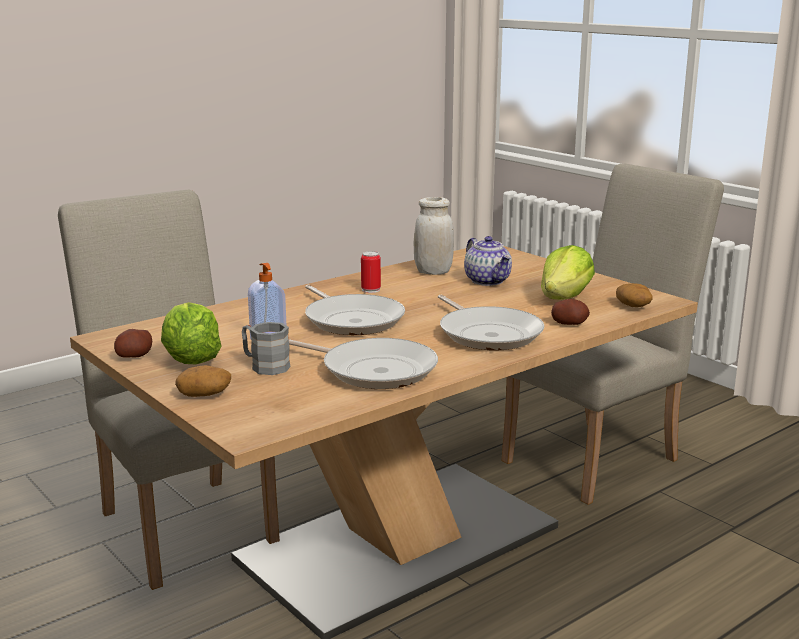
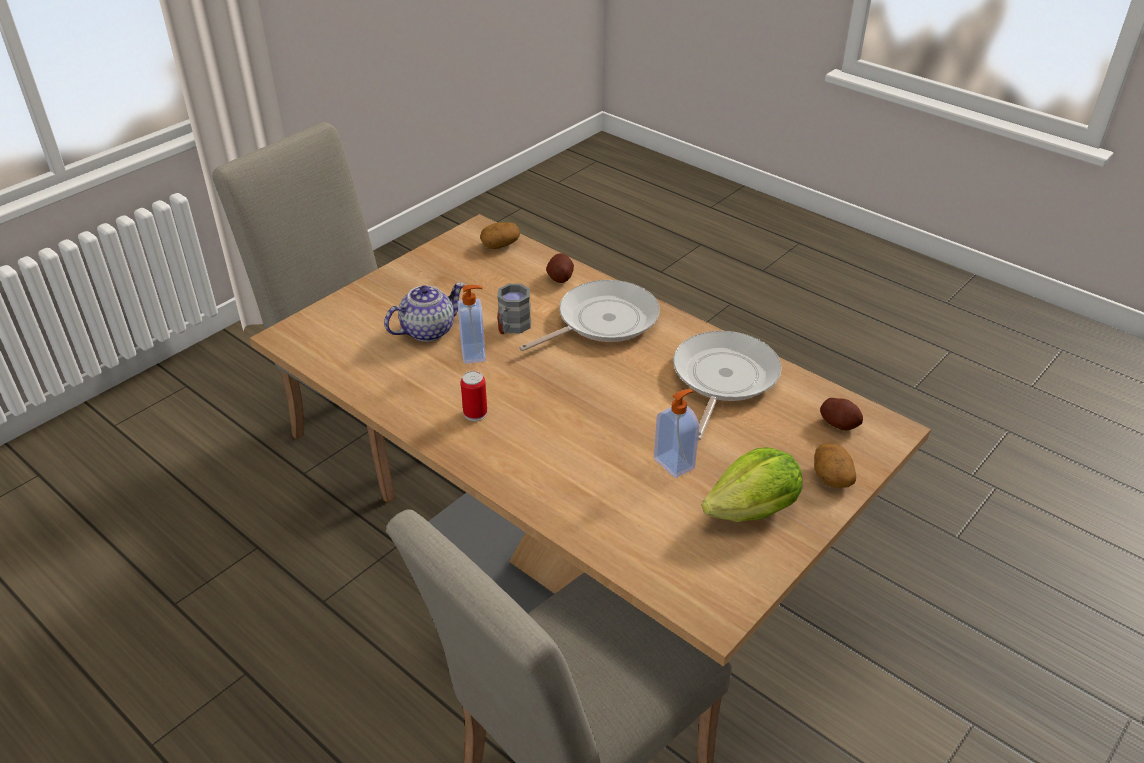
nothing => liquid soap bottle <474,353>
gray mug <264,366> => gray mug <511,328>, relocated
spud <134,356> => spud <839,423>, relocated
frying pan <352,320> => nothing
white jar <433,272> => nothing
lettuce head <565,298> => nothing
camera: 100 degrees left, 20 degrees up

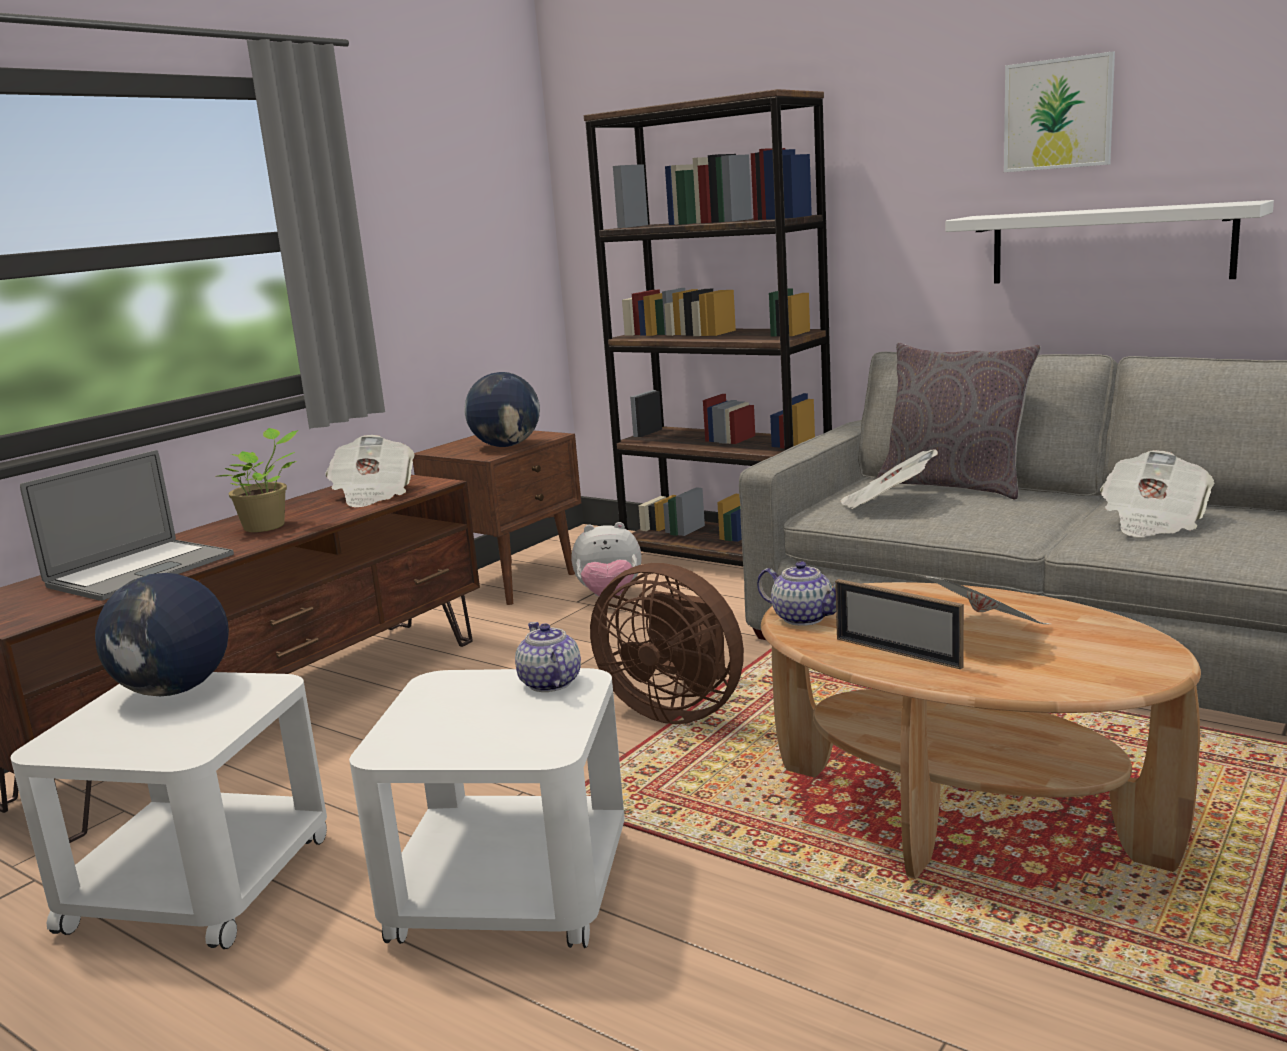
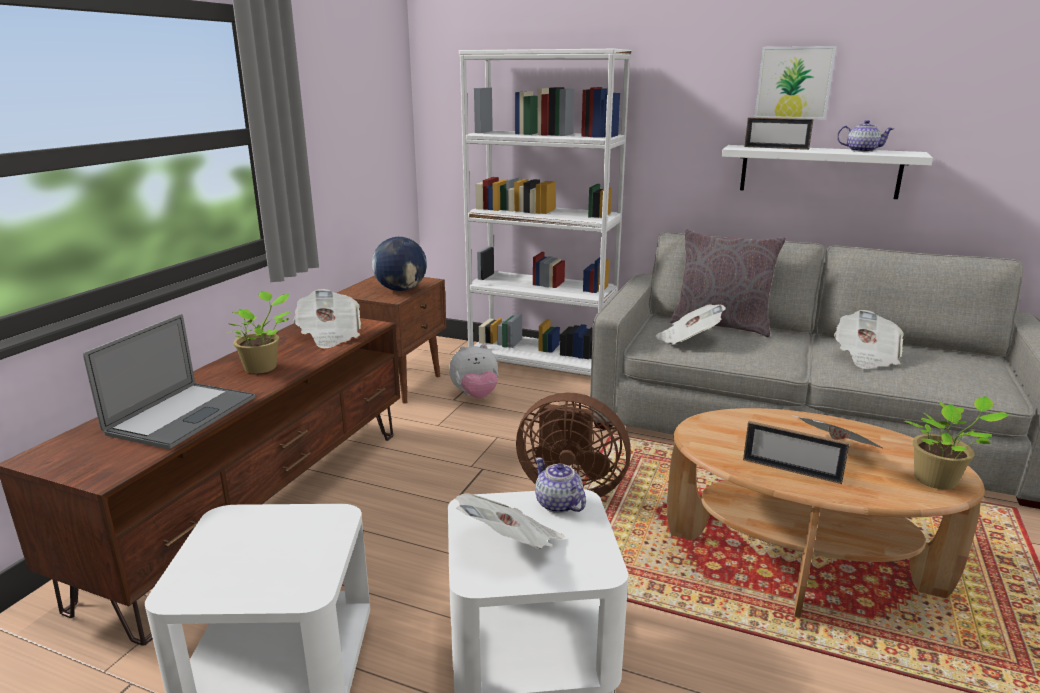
nothing => newspaper <511,545>
brown-coloured bookshelf <727,560> => white bookshelf <541,364>
nothing => standing frame <776,148>
teapot <802,617> => teapot <861,151>, relocated
nothing => plant in a pot <939,481>
desk globe <175,690> => nothing
camera: 15 degrees left, 5 degrees up

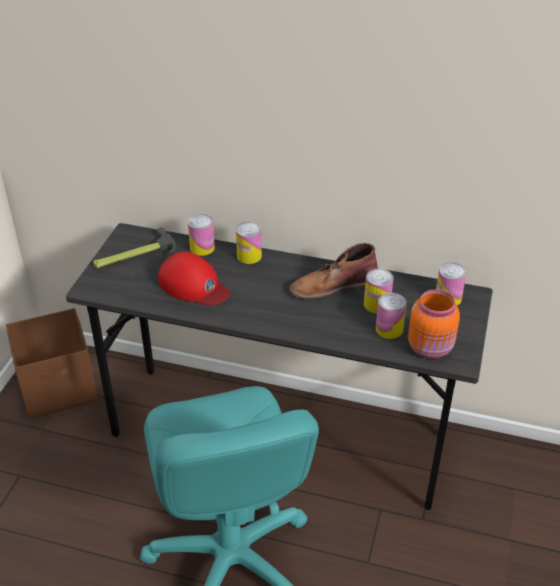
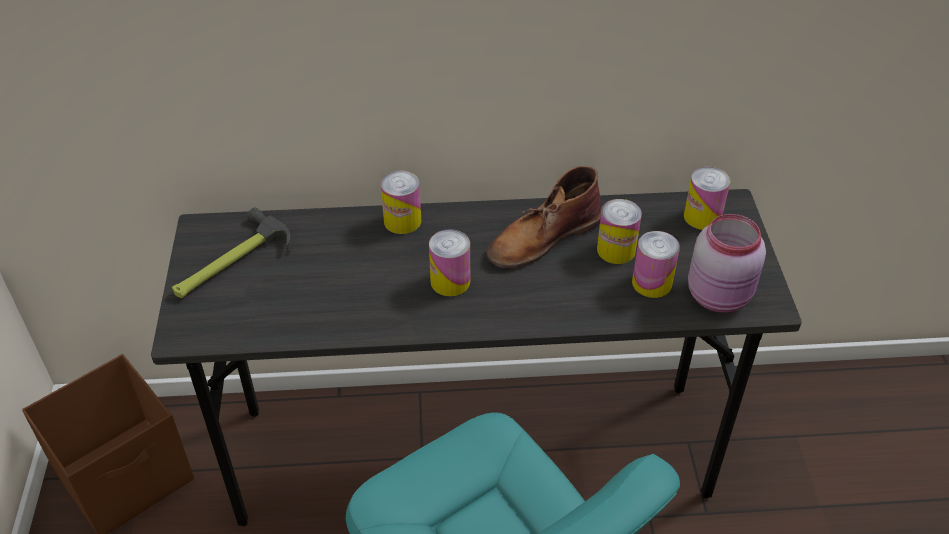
can <202,248> => can <450,281>, relocated
orange-coloured jar <431,348> => pinkish jar <720,296>
reddish peaked cap <193,285> => nothing
camera: 20 degrees left, 5 degrees up

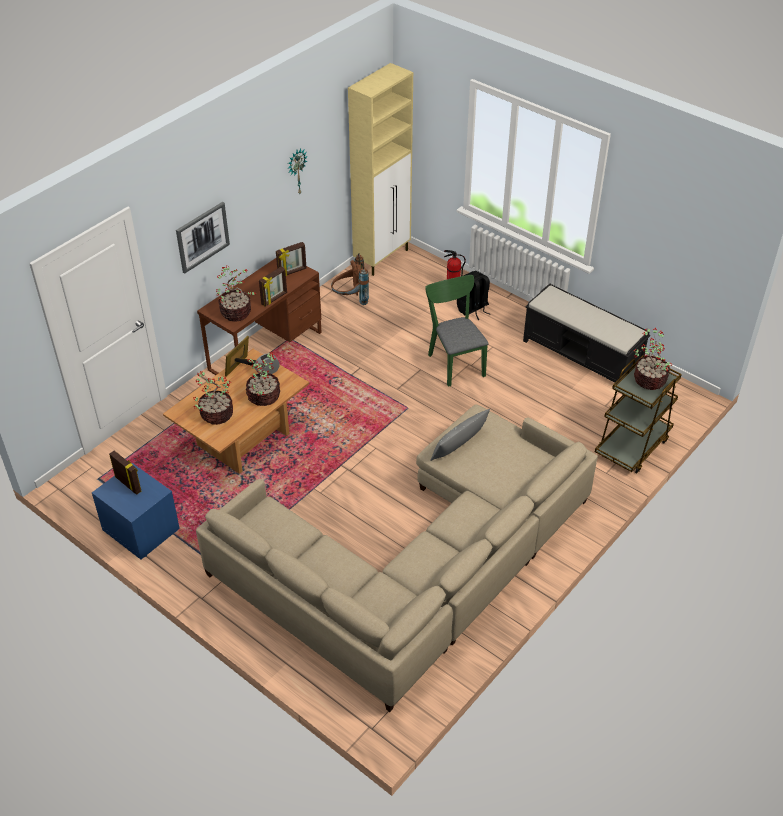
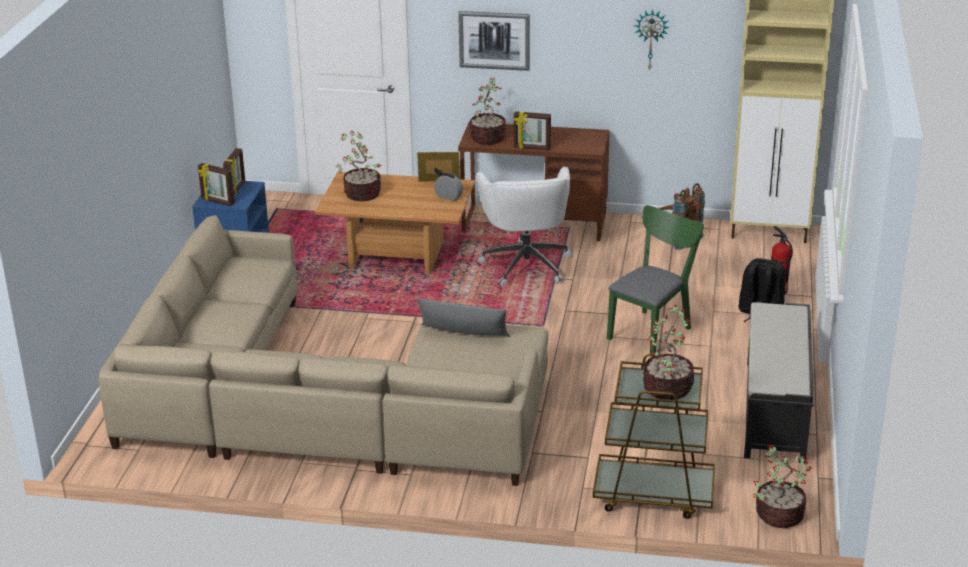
standing frame <292,272> => standing frame <217,202>, relocated
nothing => white desk chair <526,264>
plant in a pot <263,397> => plant in a pot <778,515>, relocated
camera: 60 degrees right, 15 degrees down

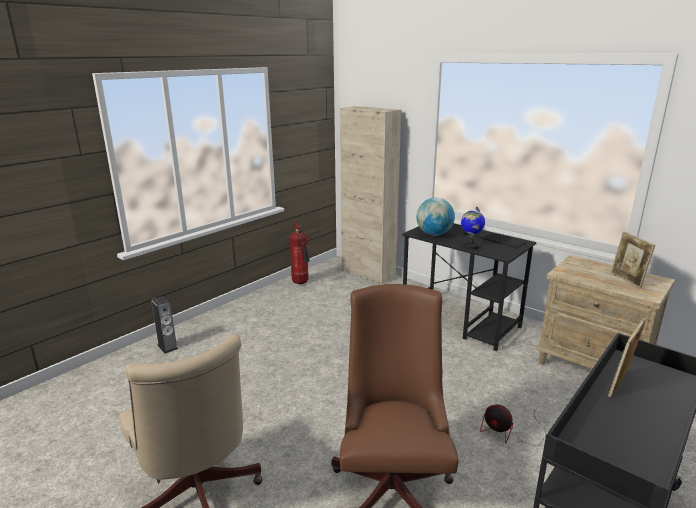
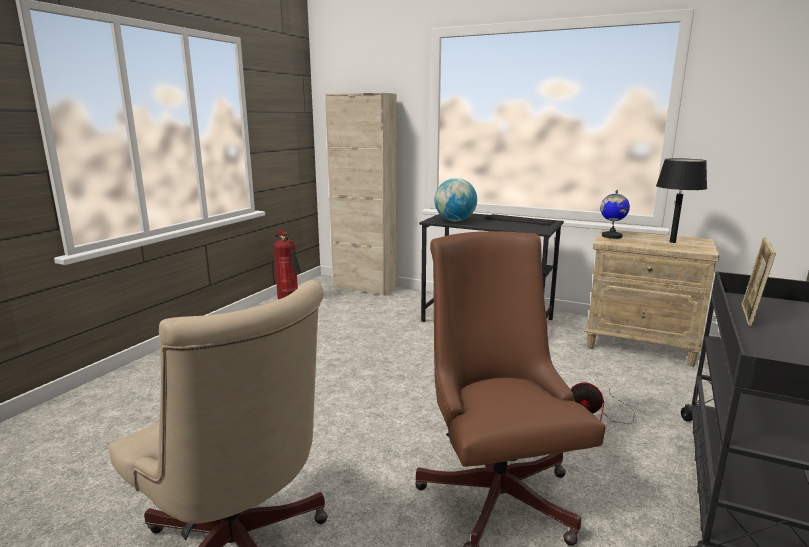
desk globe <470,246> => desk globe <611,236>, relocated
standing frame <627,280> => black-coloured tabletop lamp <672,242>
audio speaker <167,347> => nothing
camera: 15 degrees left, 5 degrees down

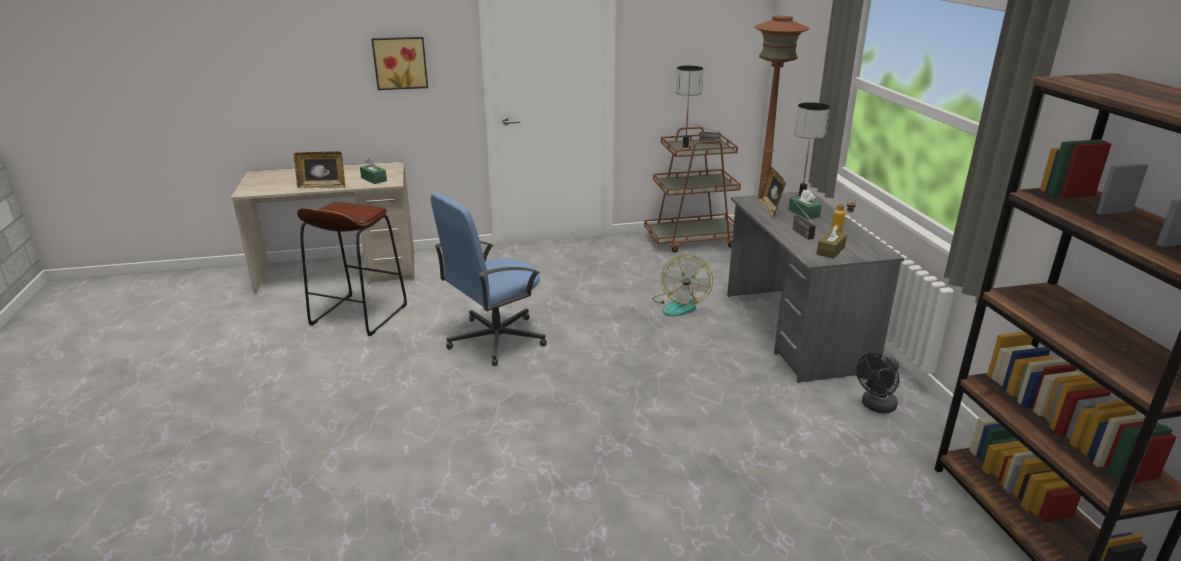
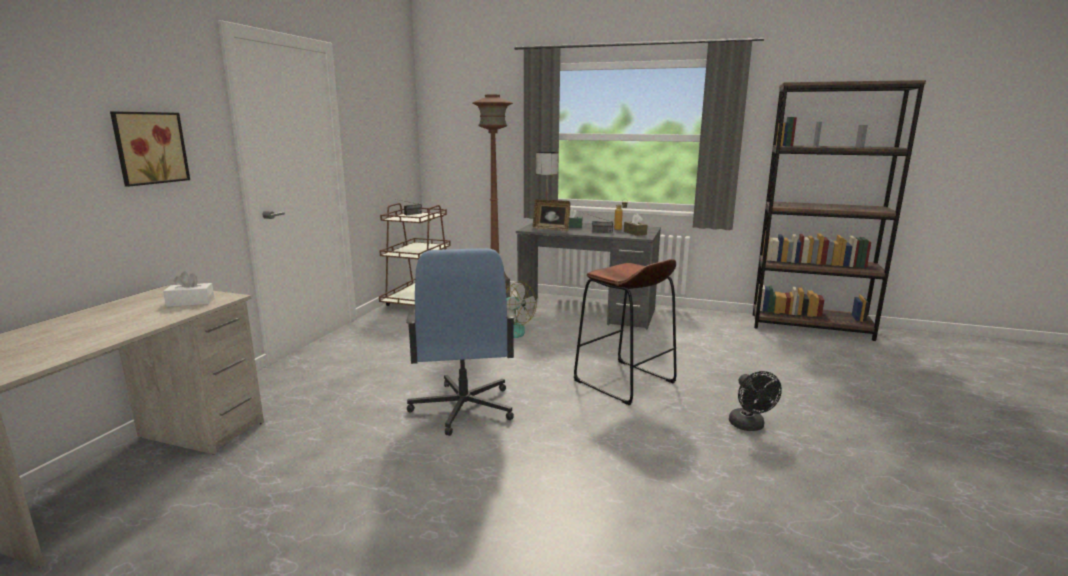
green tissue box <374,179> => white tissue box <190,302>
brown-coloured stool seat <359,315> => brown-coloured stool seat <624,382>, relocated
black-coloured fan <875,407> => black-coloured fan <749,426>, relocated
standing frame <322,186> => nothing
tabletop lamp <685,148> => nothing
camera: 60 degrees left, 10 degrees down

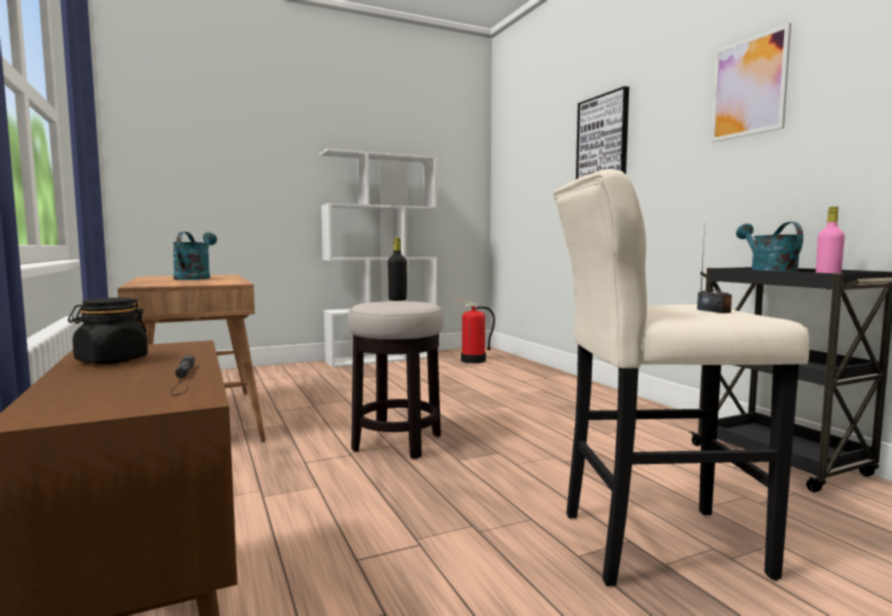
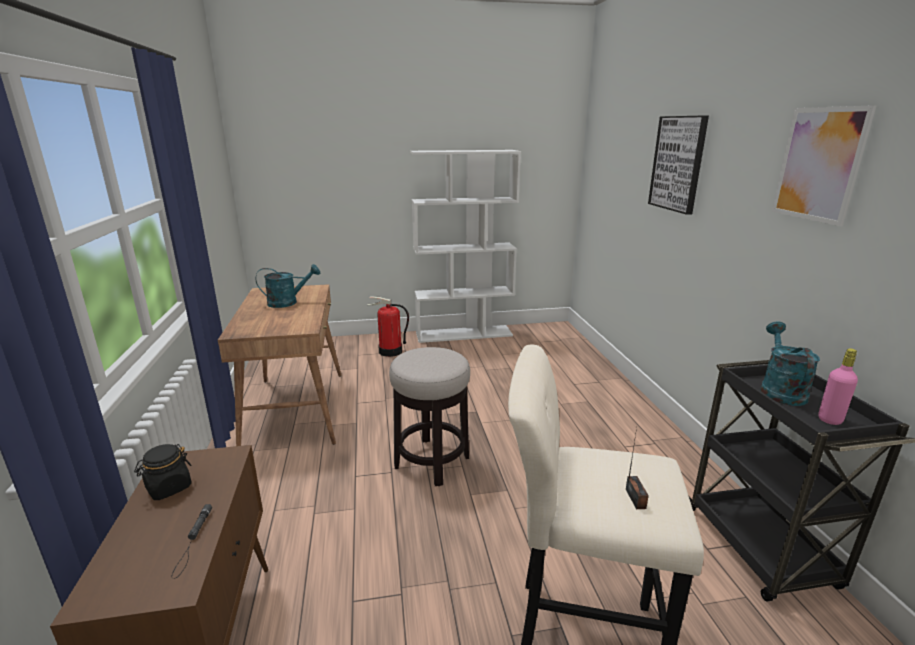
turquoise-coloured watering can <195,278> => turquoise-coloured watering can <288,302>, 60 degrees clockwise
fire extinguisher <473,360> => fire extinguisher <390,351>, relocated
black-coloured bottle <397,300> => nothing
camera: 15 degrees right, 15 degrees up

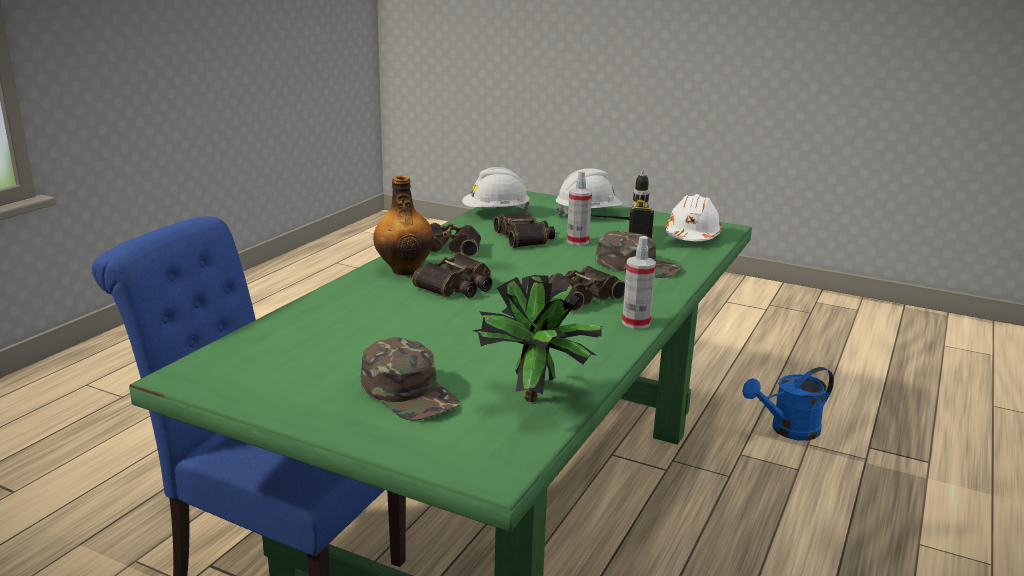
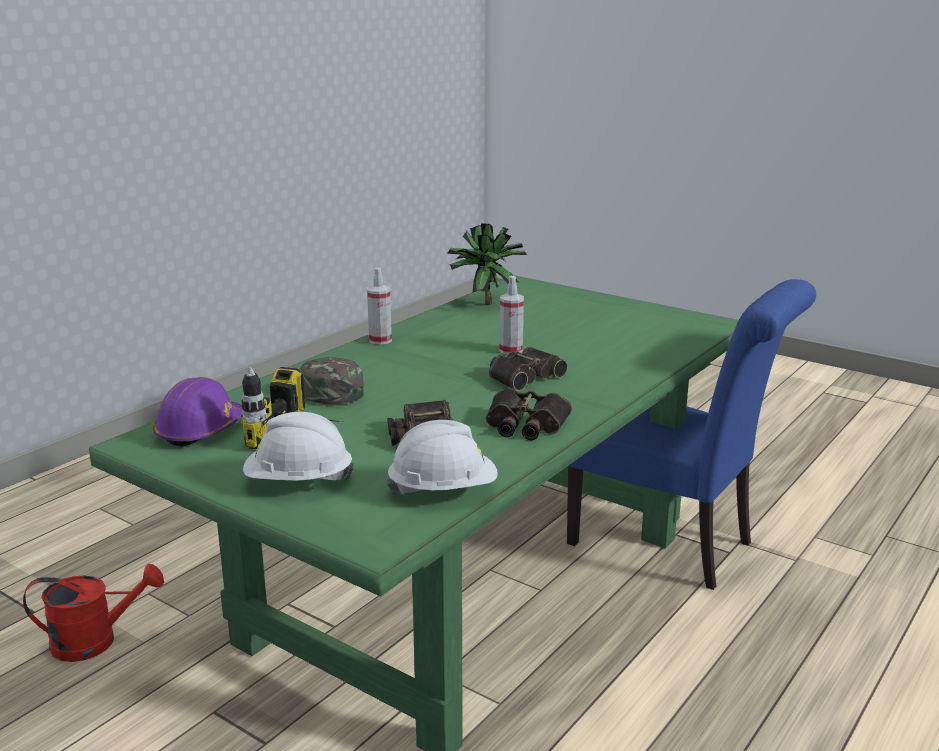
bluish watering can <788,430> => reddish watering can <96,641>
white work helmet <692,236> => purple-coloured work helmet <200,431>
hand sprayer <577,241> => hand sprayer <511,350>, relocated
green peaked cap <409,392> => nothing
bottle <405,270> => nothing
field glasses <580,296> => nothing
camera: 170 degrees left, 0 degrees up

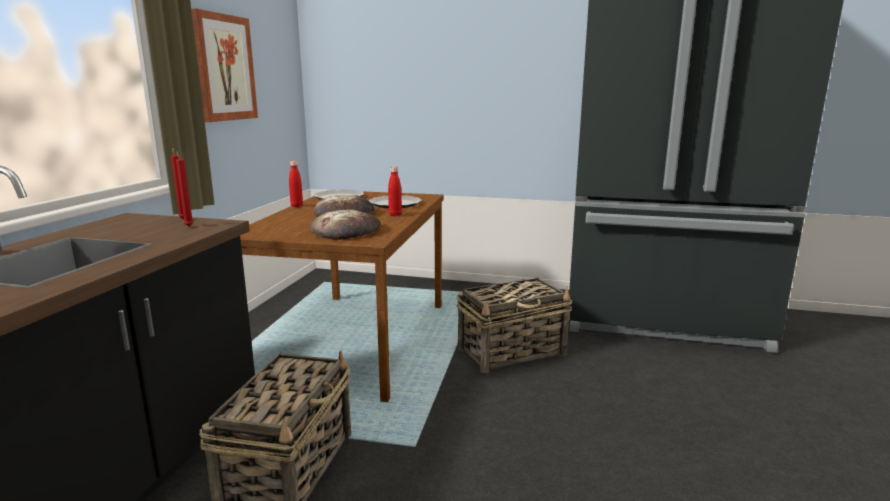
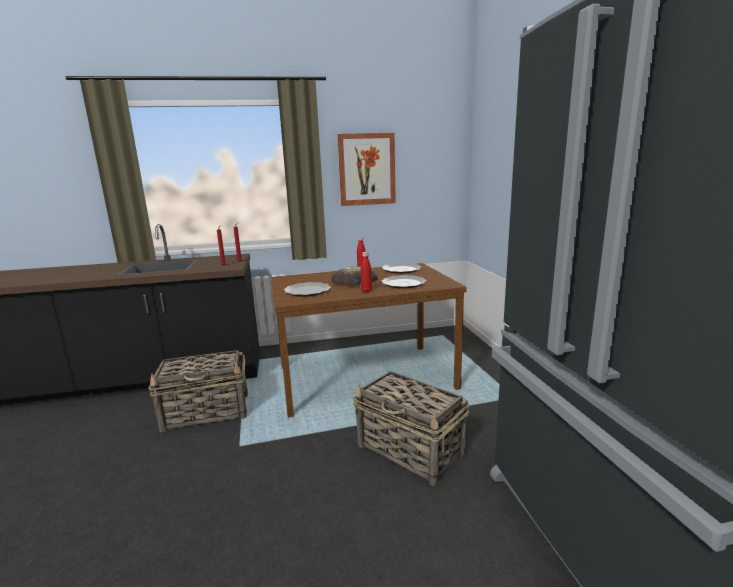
baked bread <346,231> => plate <307,291>
camera: 65 degrees right, 0 degrees up

